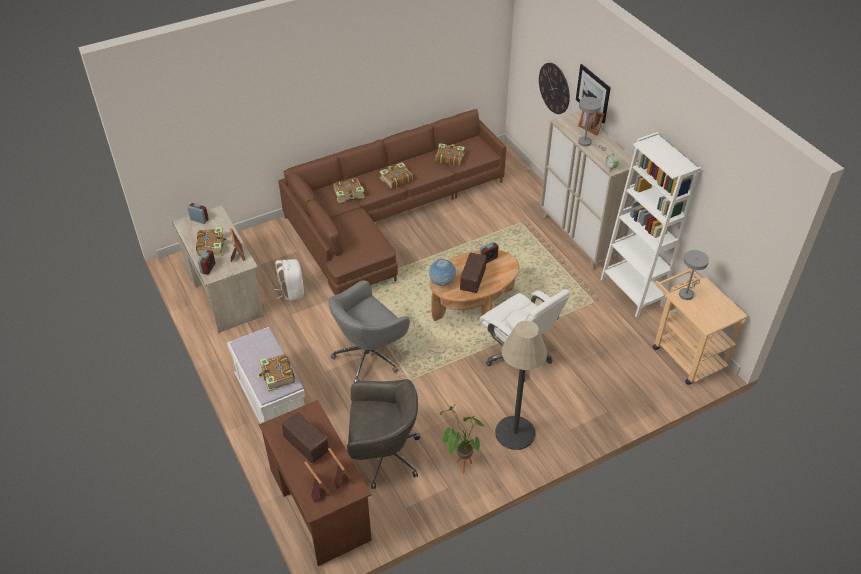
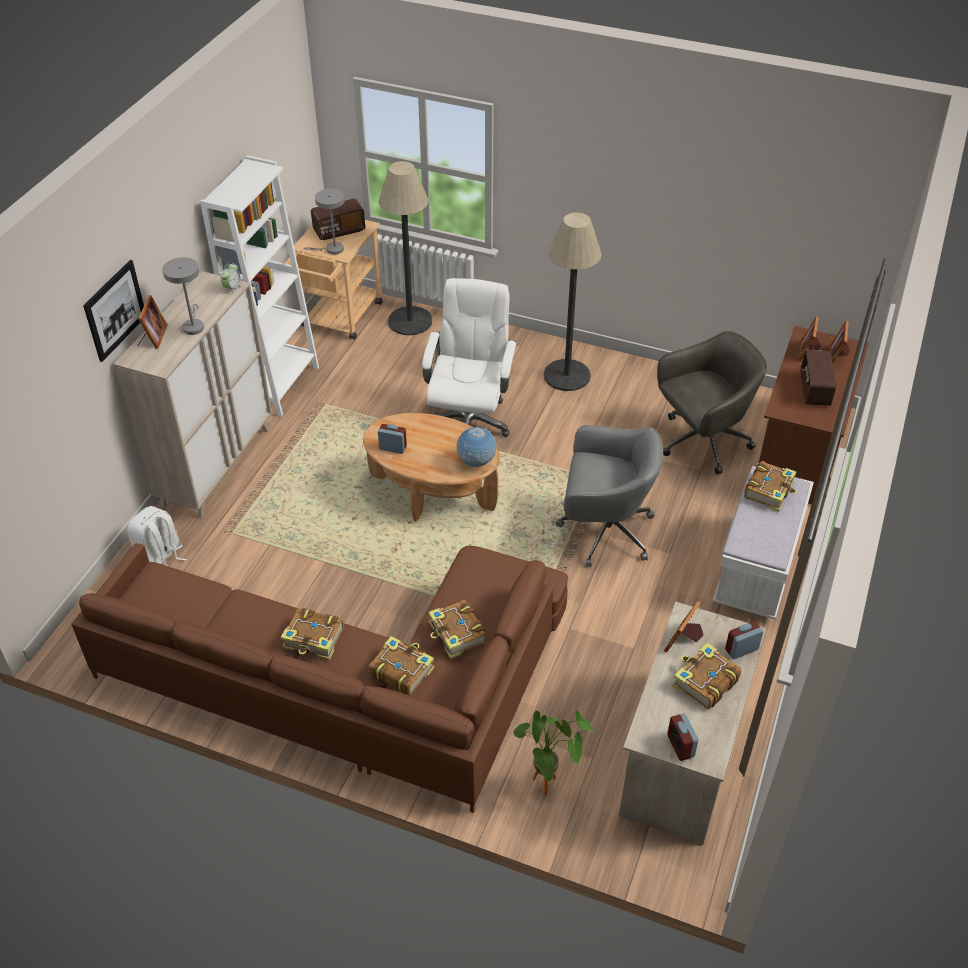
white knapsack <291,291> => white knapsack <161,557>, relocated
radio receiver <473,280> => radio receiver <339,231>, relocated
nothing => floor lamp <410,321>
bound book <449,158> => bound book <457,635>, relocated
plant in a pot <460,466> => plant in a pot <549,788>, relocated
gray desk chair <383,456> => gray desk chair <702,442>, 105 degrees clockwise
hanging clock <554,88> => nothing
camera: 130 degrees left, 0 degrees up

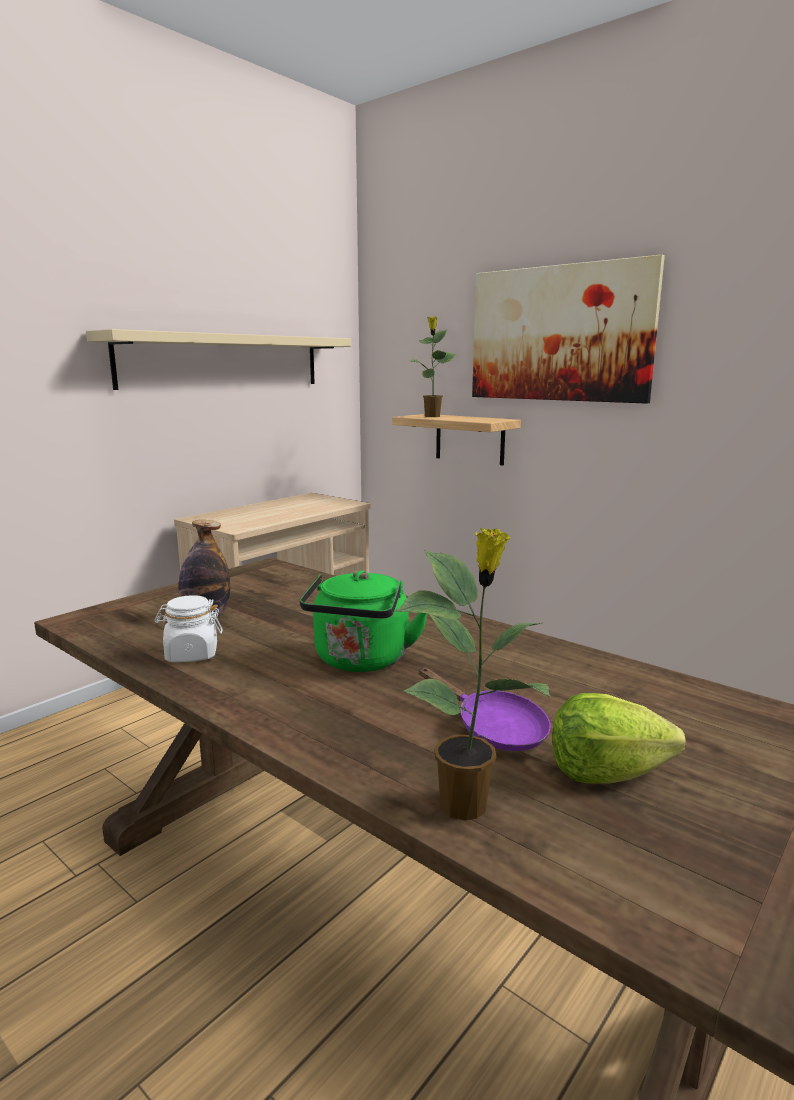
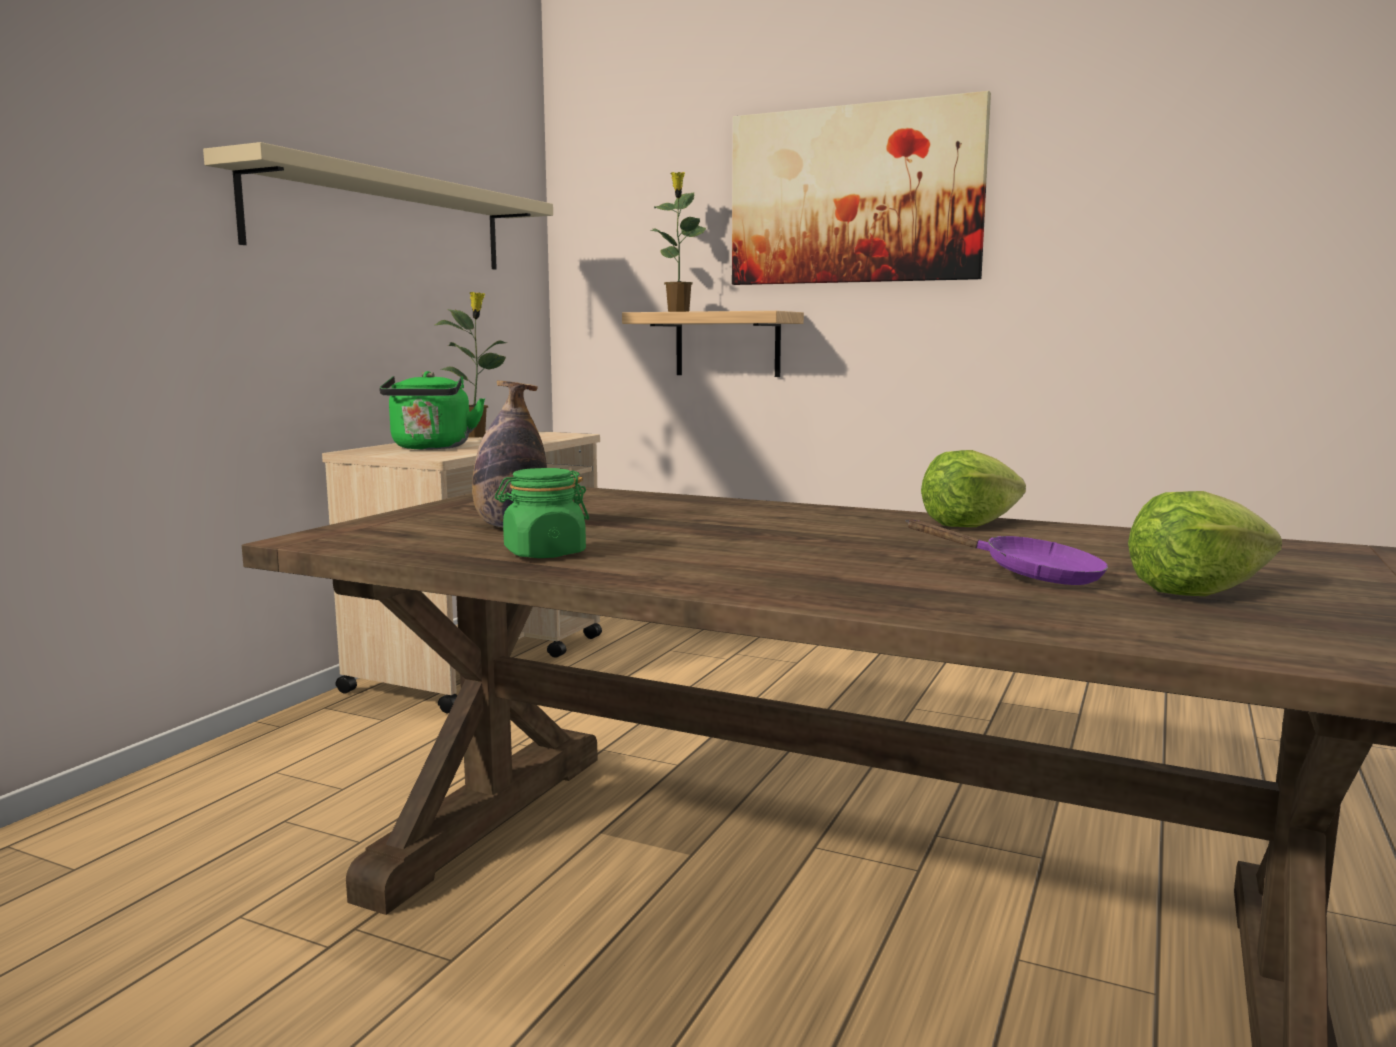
green tea kettle <361,661> => green tea kettle <431,448>, relocated
plant in a pot <467,805> => plant in a pot <476,436>, relocated
white jar <191,654> => green jar <544,553>
nothing => lettuce head <969,524>
camera: 15 degrees left, 5 degrees down

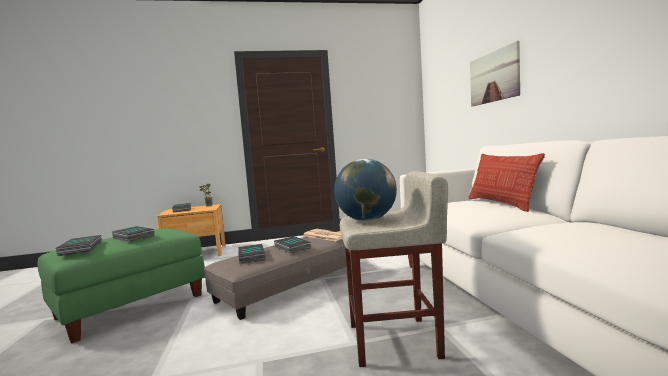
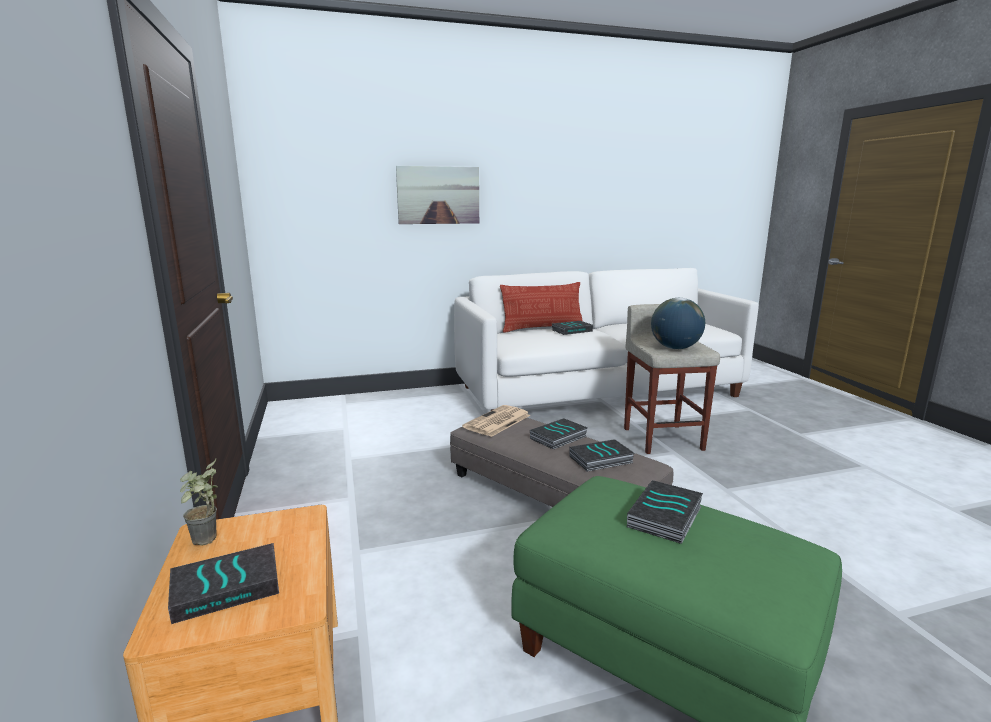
bound book <82,248> => bound book <571,330>, relocated
camera: 95 degrees left, 10 degrees up

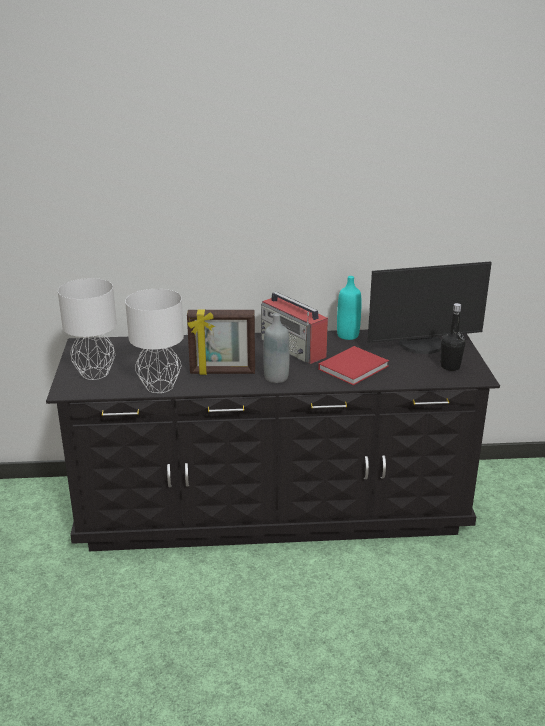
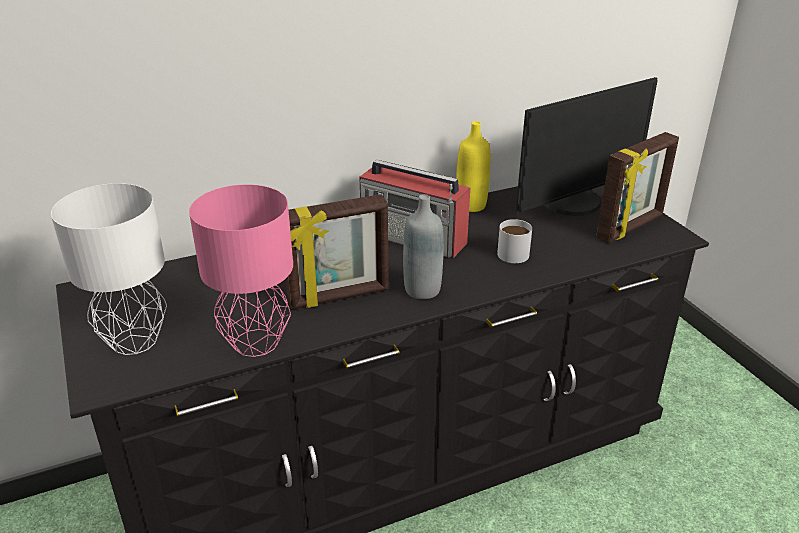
white tabletop lamp <159,387> => pinkish tabletop lamp <256,344>
turquoise-coloured bottle <348,335> => yellow bottle <471,205>
reddish bound book <354,367> => white mug <515,251>
black-coloured bottle <450,367> => standing frame <631,227>
camera: 20 degrees left, 5 degrees up

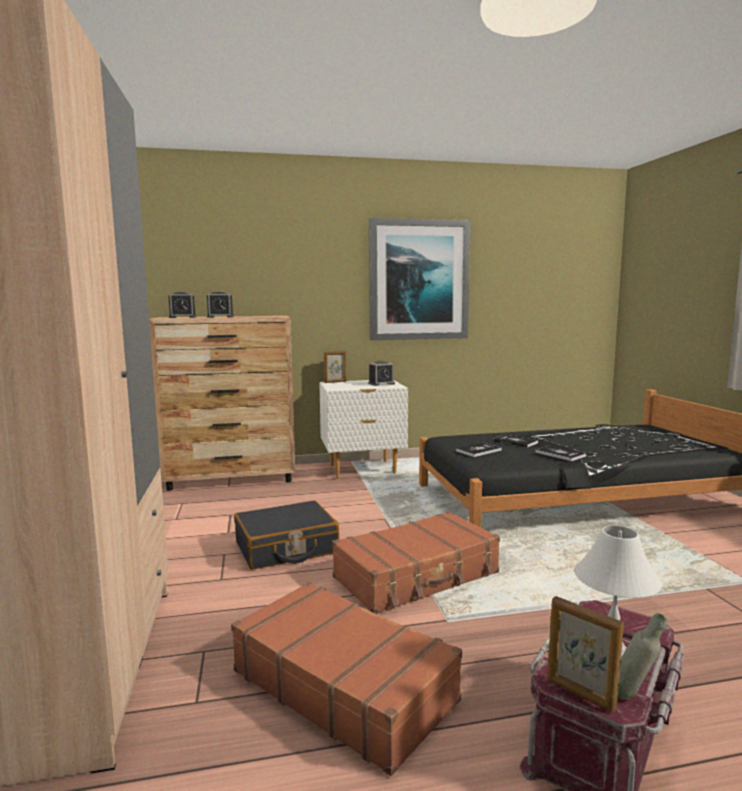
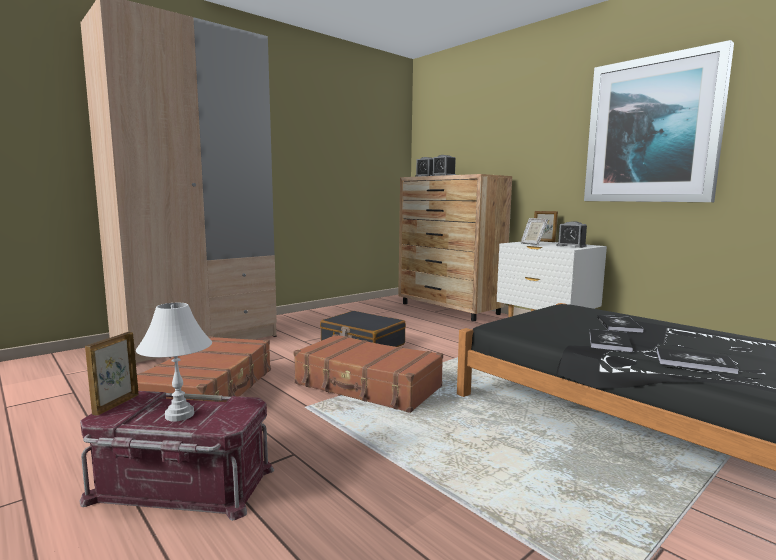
nothing => standing frame <532,244>
bound book <478,451> => bound book <694,362>, relocated
gray bottle <633,697> => nothing
camera: 60 degrees right, 0 degrees up

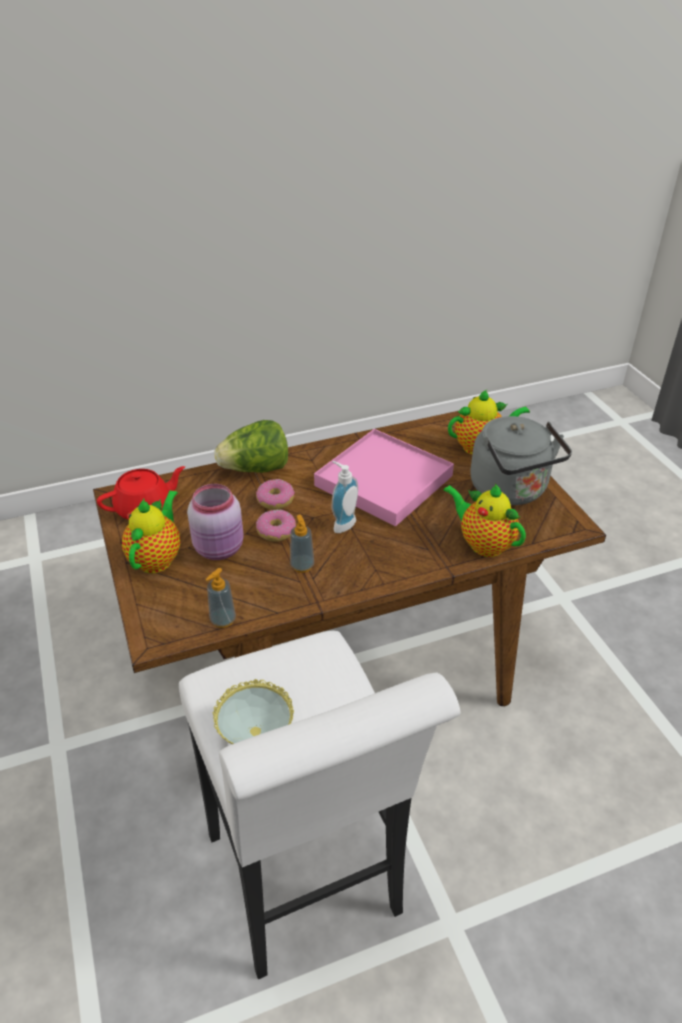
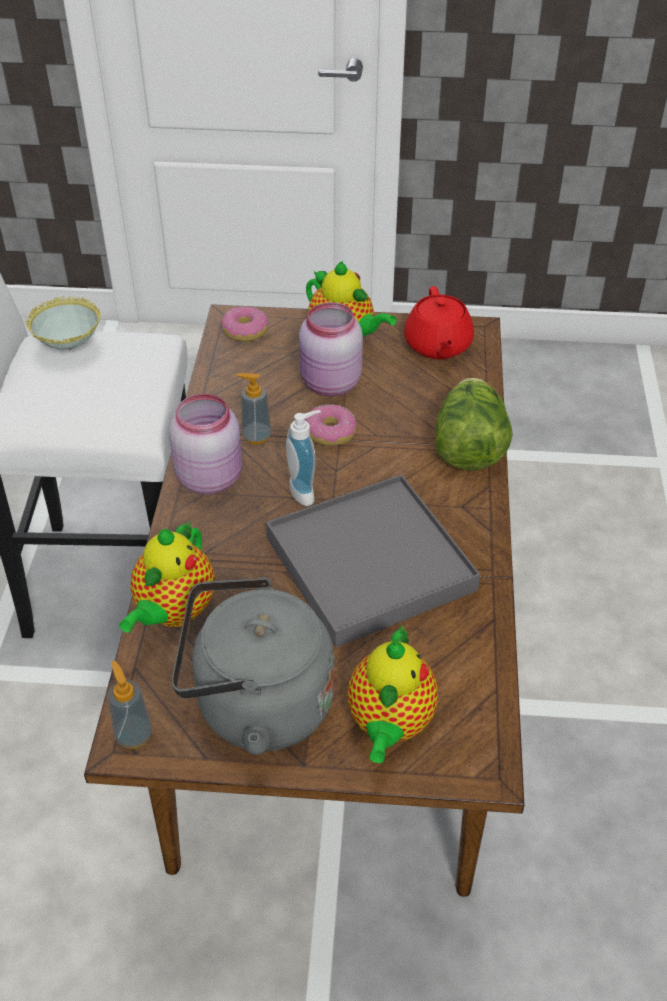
liquid soap bottle <223,620> => liquid soap bottle <133,735>, relocated
teapot <483,543> => teapot <173,612>, 135 degrees clockwise
nothing => pinkish jar <210,477>
doughnut <275,500> => doughnut <245,331>, relocated
pinkish tray <383,481> => gray tray <370,563>
camera: 115 degrees right, 5 degrees up

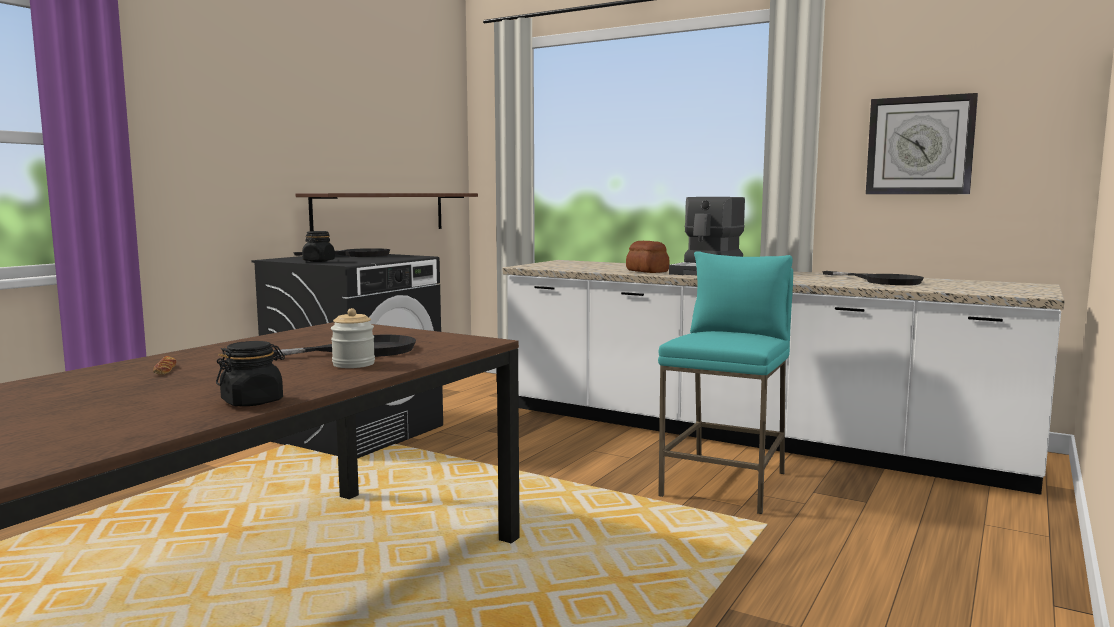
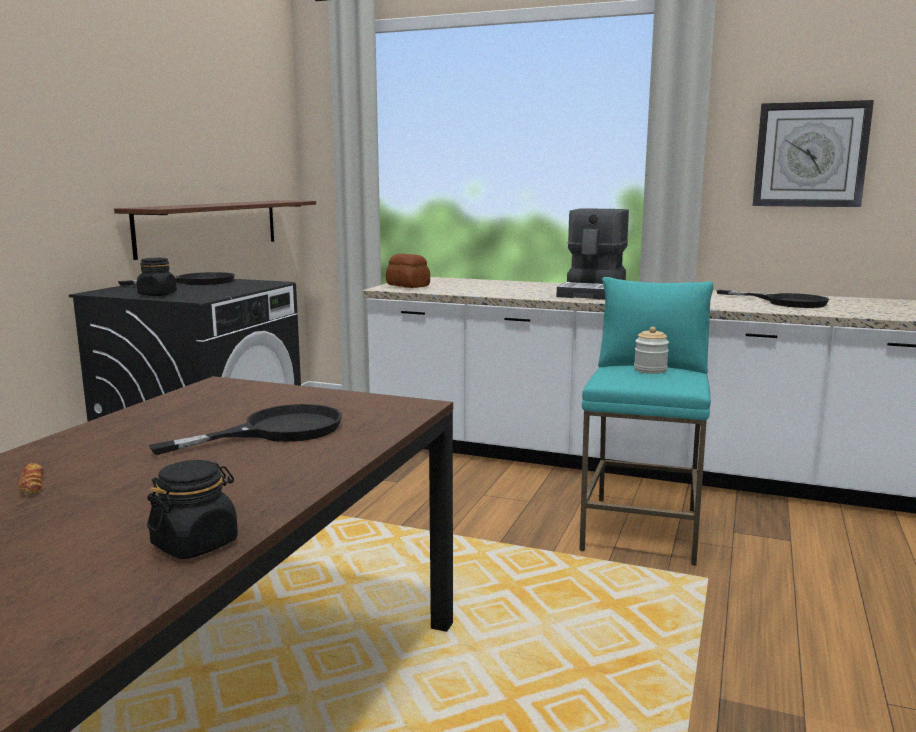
baked bread <647,271> => baked bread <408,285>, relocated
jar <353,364> => jar <650,370>, relocated
camera: 10 degrees left, 5 degrees up

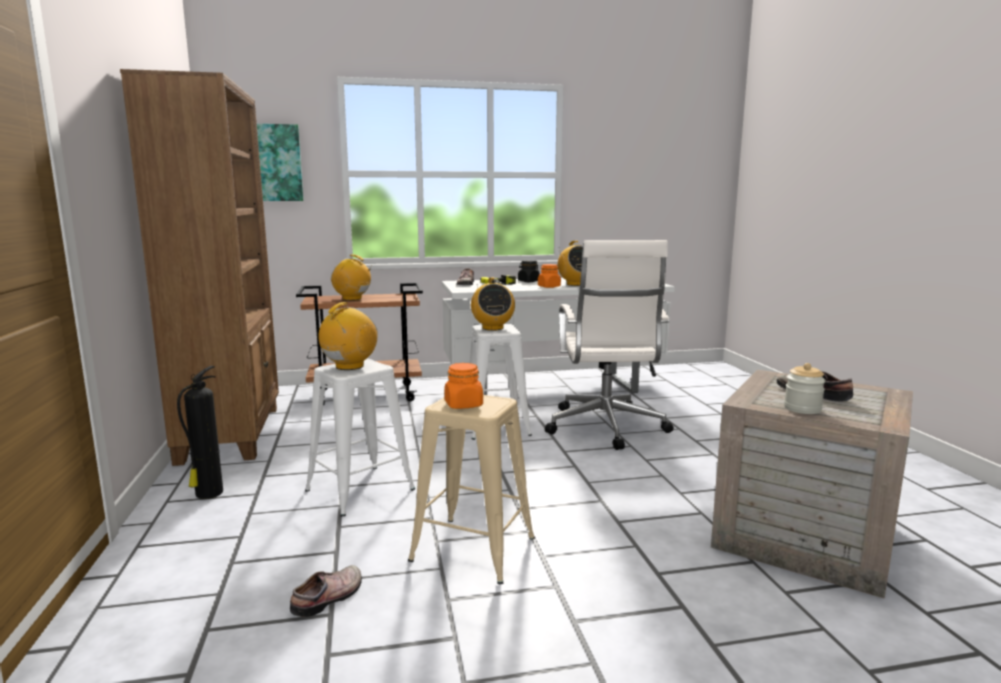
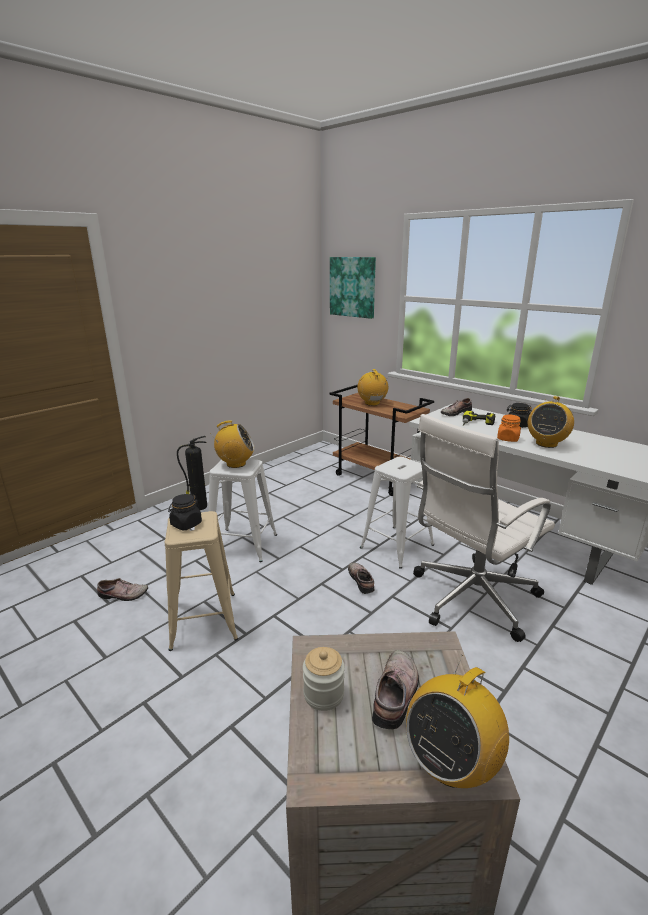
orange-coloured jar <463,405> => black-coloured jar <186,524>
nothing => item of footwear <362,580>
radio receiver <492,328> => radio receiver <451,764>, relocated
brown-coloured bookshelf <232,433> => nothing
camera: 55 degrees right, 10 degrees up

